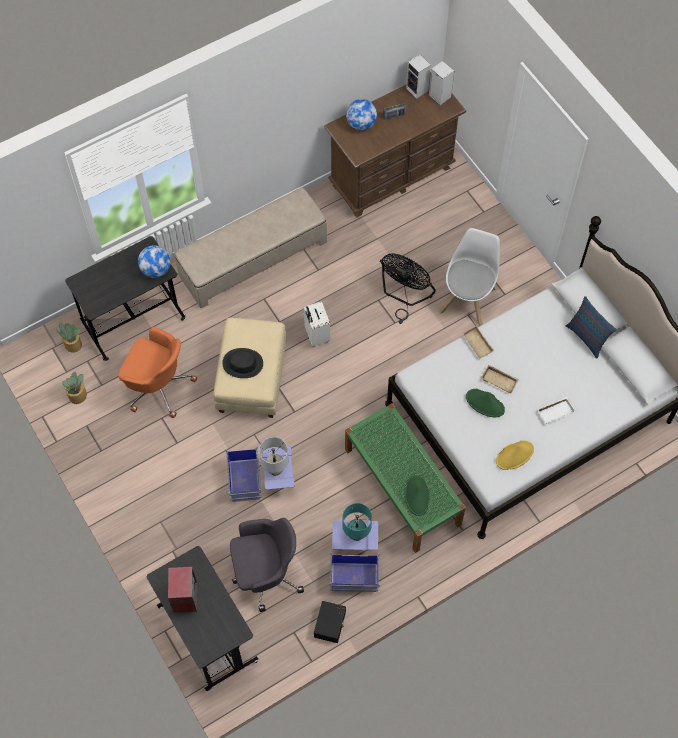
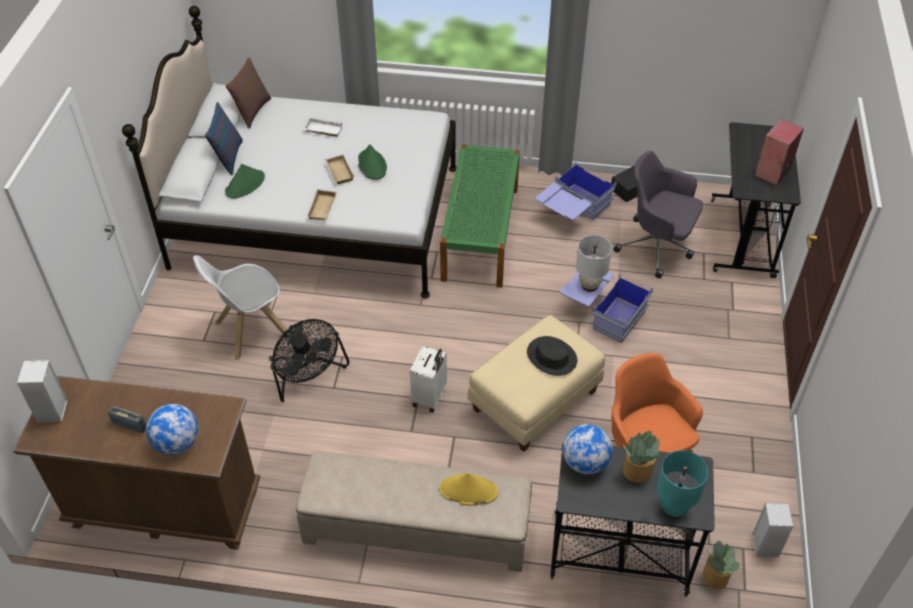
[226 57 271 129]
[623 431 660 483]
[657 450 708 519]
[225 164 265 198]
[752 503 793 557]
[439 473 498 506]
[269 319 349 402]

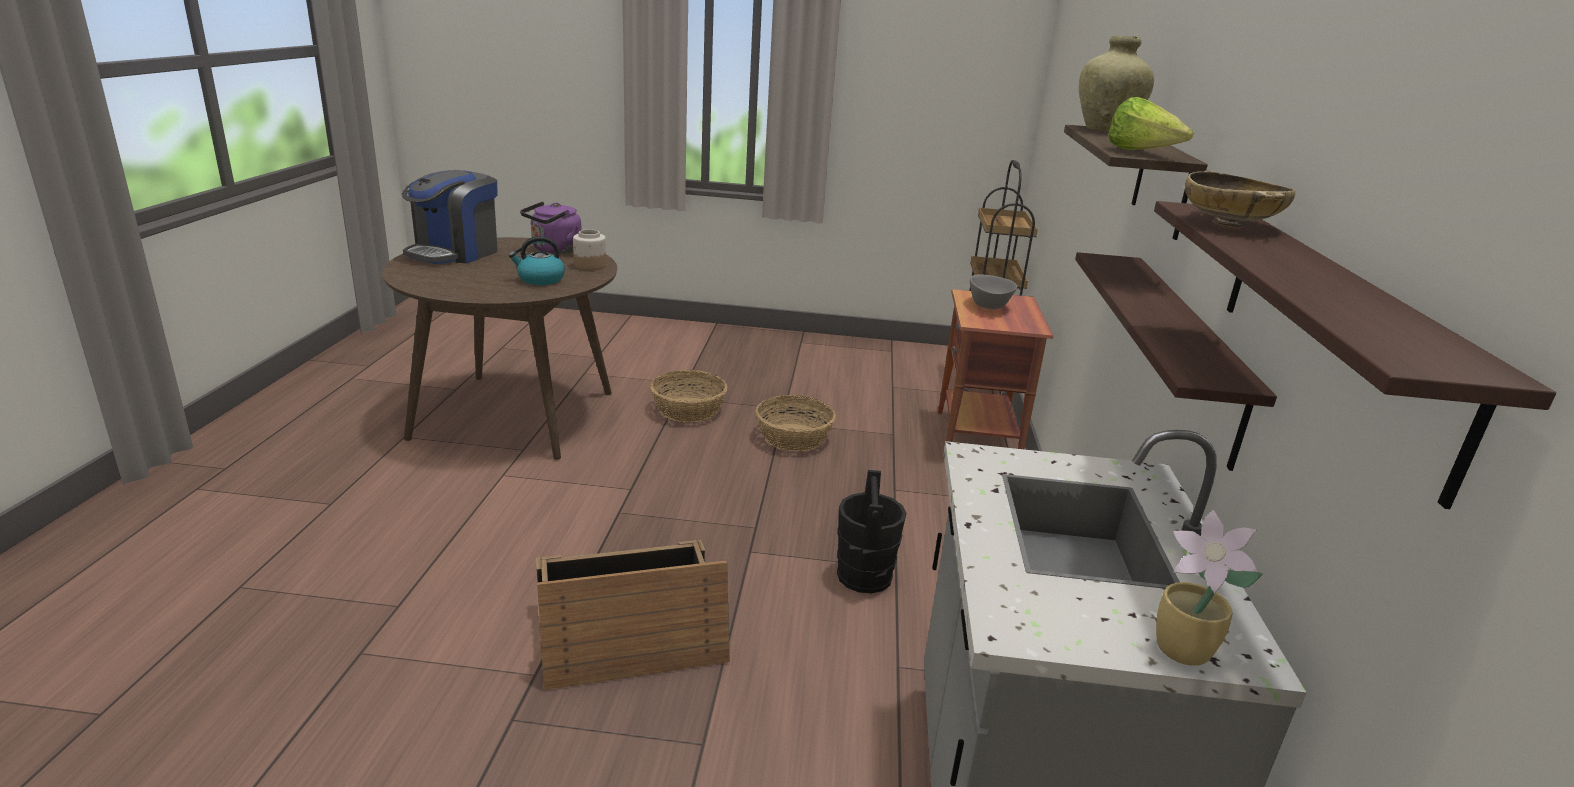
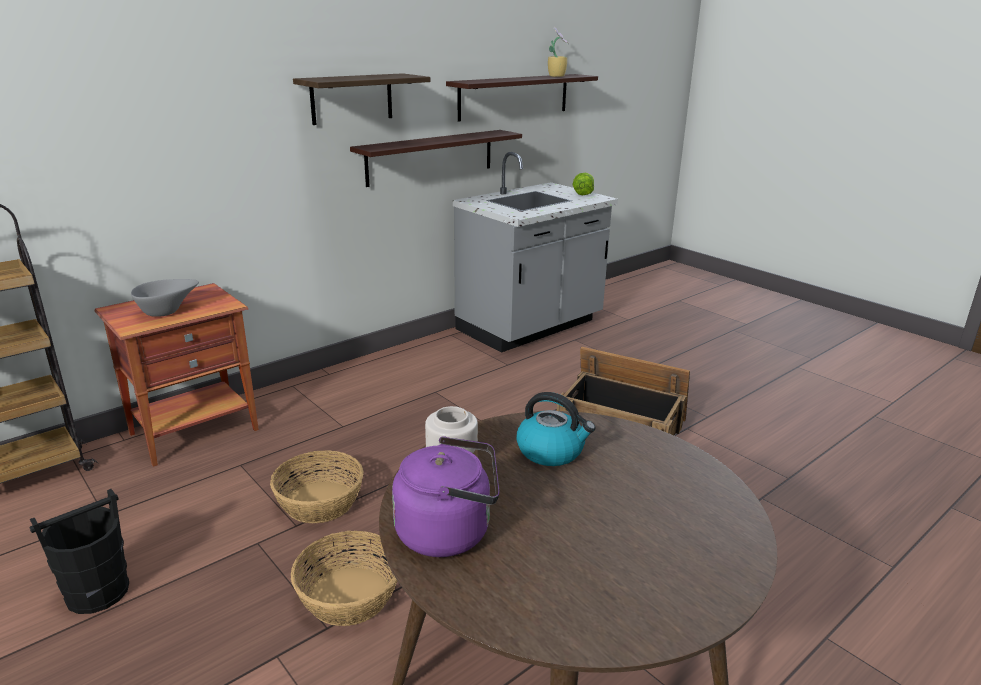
[402 170 498 264] (first image)
[1079 35 1154 132] (first image)
[1185 170 1295 227] (first image)
[30 489 129 614]
[572 173 594 195]
[548 28 569 77]

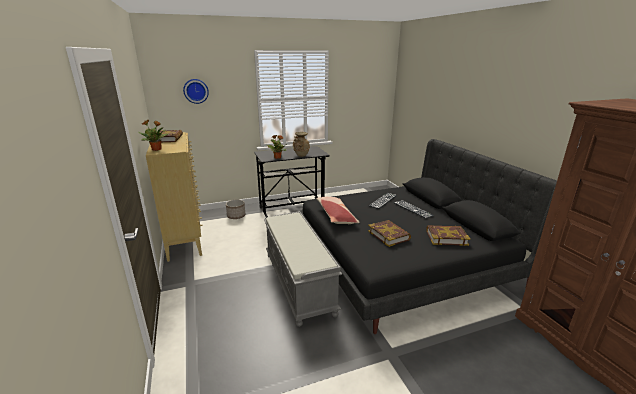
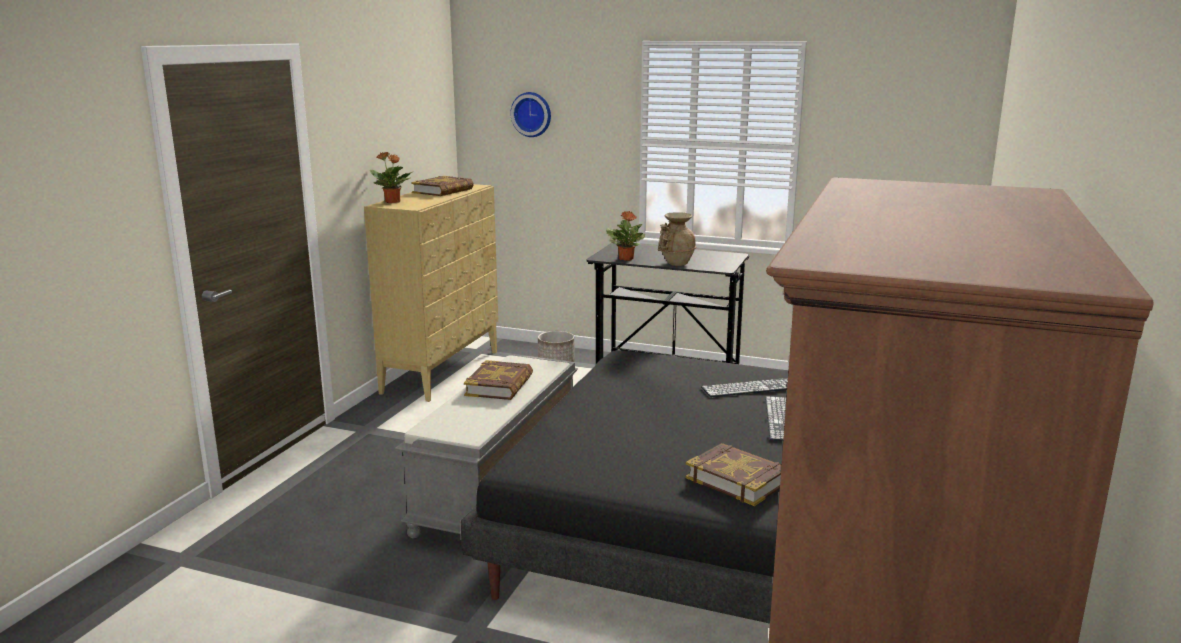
[316 197 360 224] (first image)
[464 360 533 400]

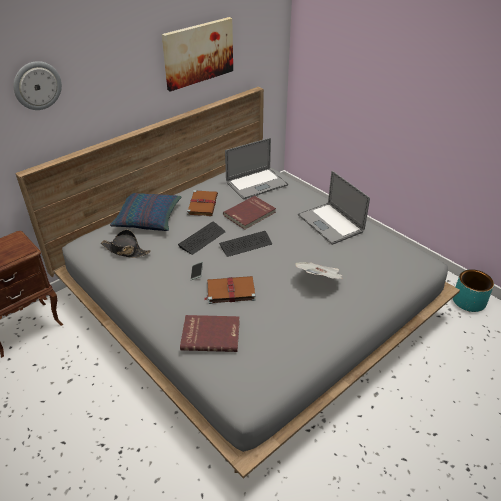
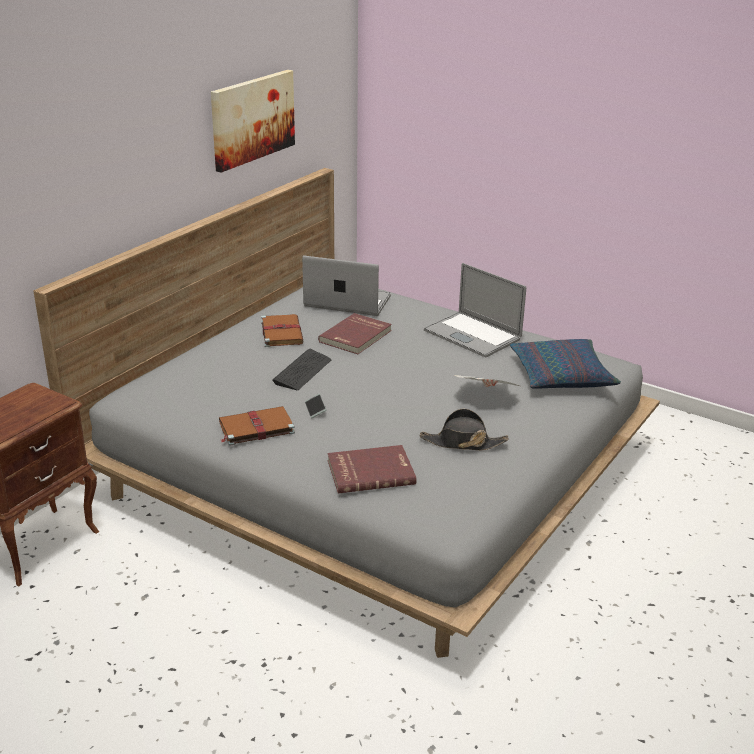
[14 61 62 110] (first image)
[219 231 272 257] (first image)
[453 269 494 312] (first image)
[420 409 509 450]
[510 339 621 389]
[219 406 295 446]
[302 255 391 316]

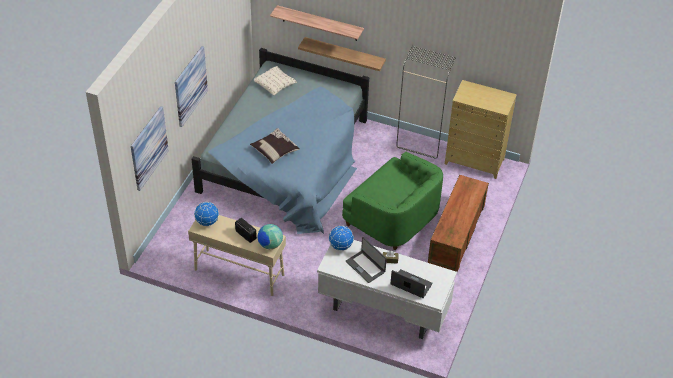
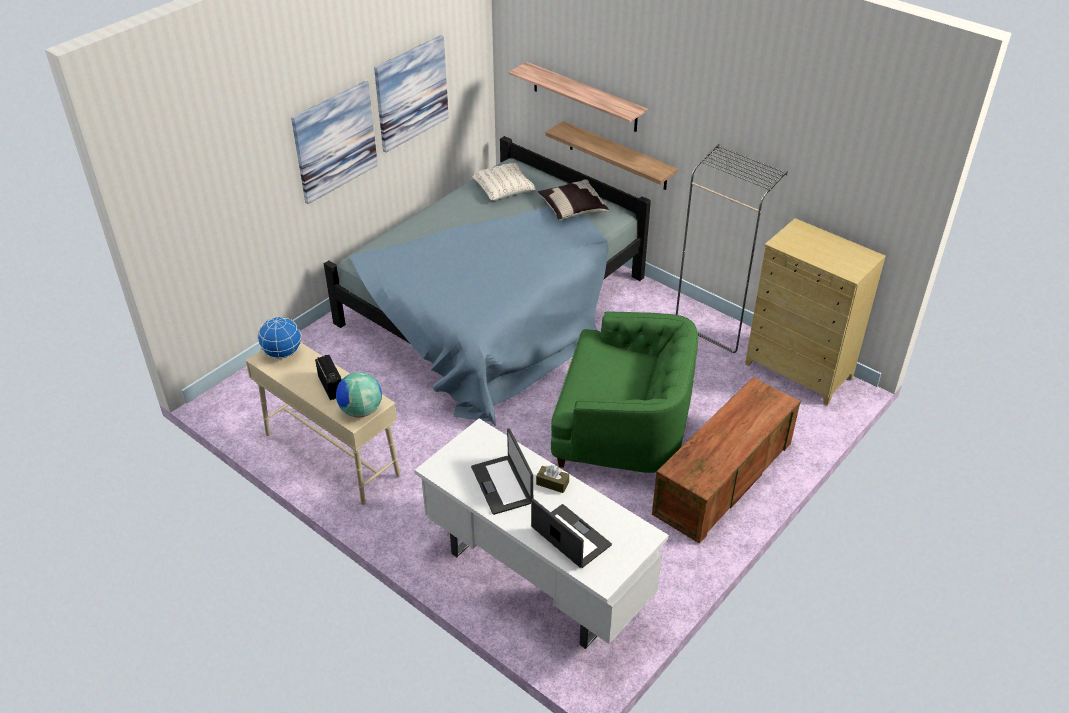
[329 226 354 251] (first image)
[374 35 449 153]
[538 179 609 220]
[551 311 698 473]

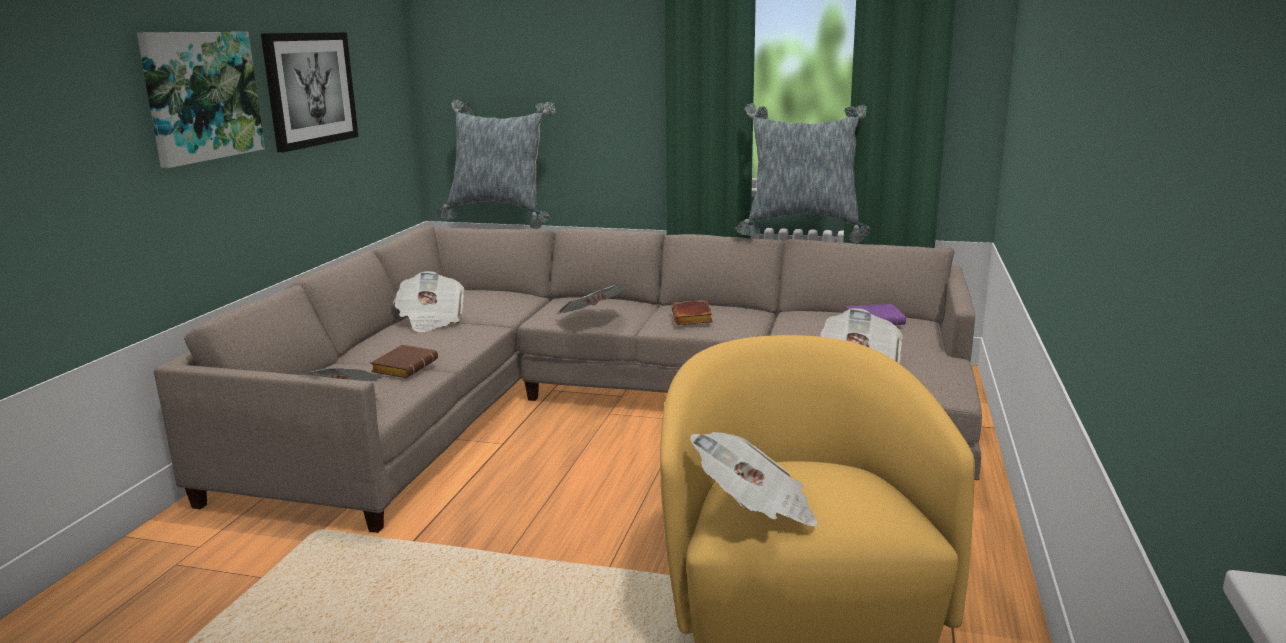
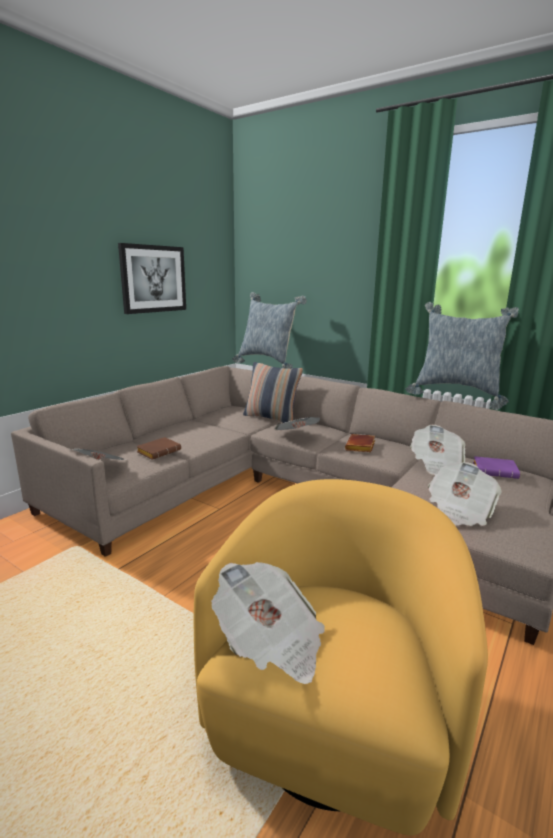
[137 32 265 168] (first image)
[243 362 303 423]
[410 425 466 475]

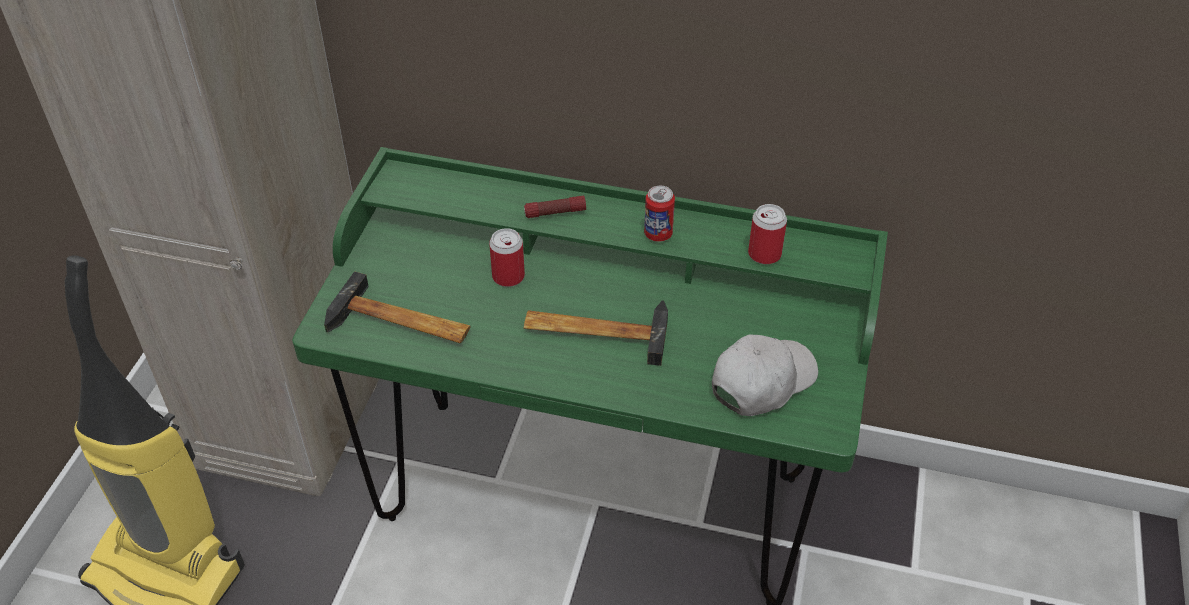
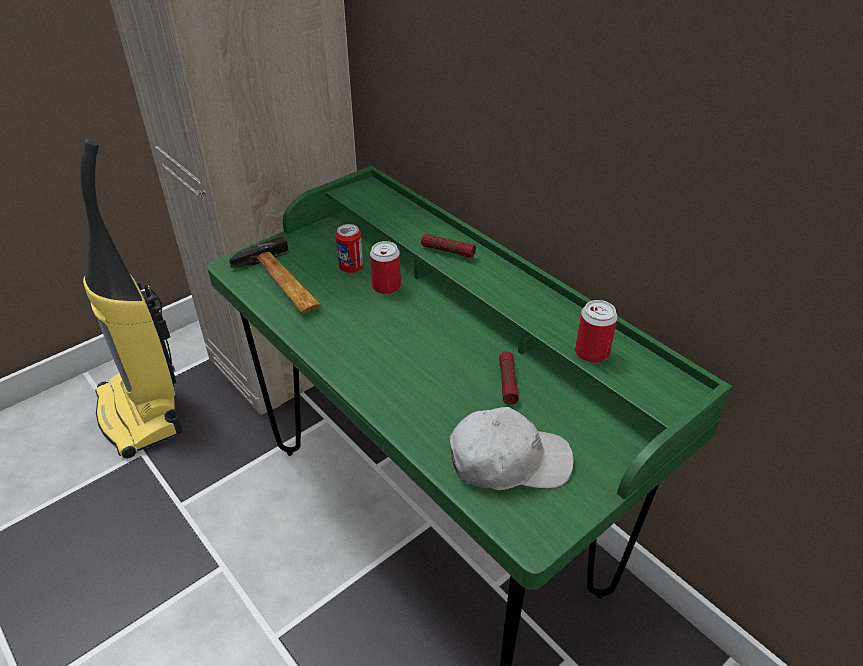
[524 301 668 366] (first image)
[499 351 519 404]
[336 224 363 273]

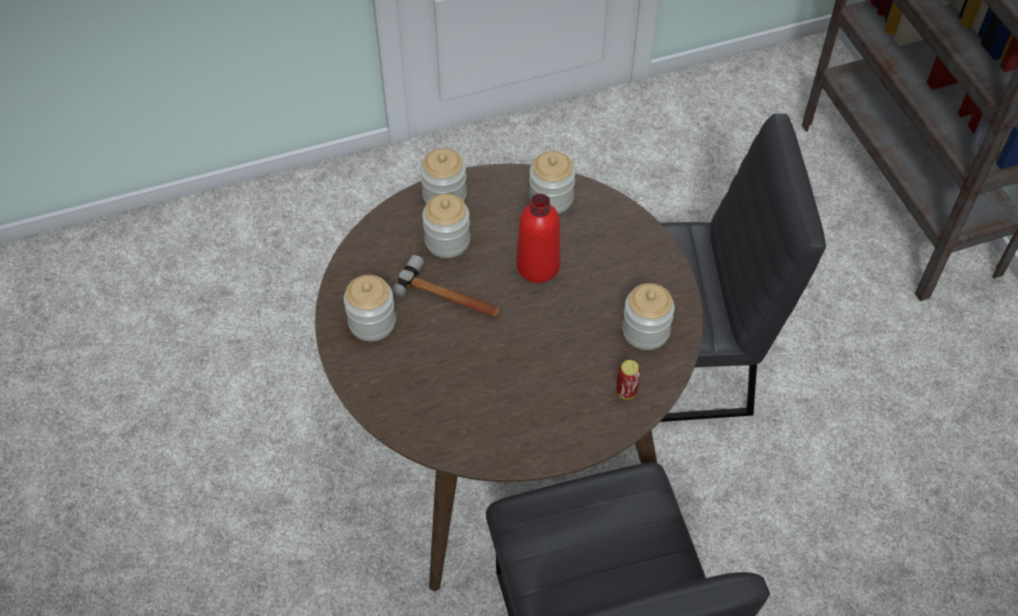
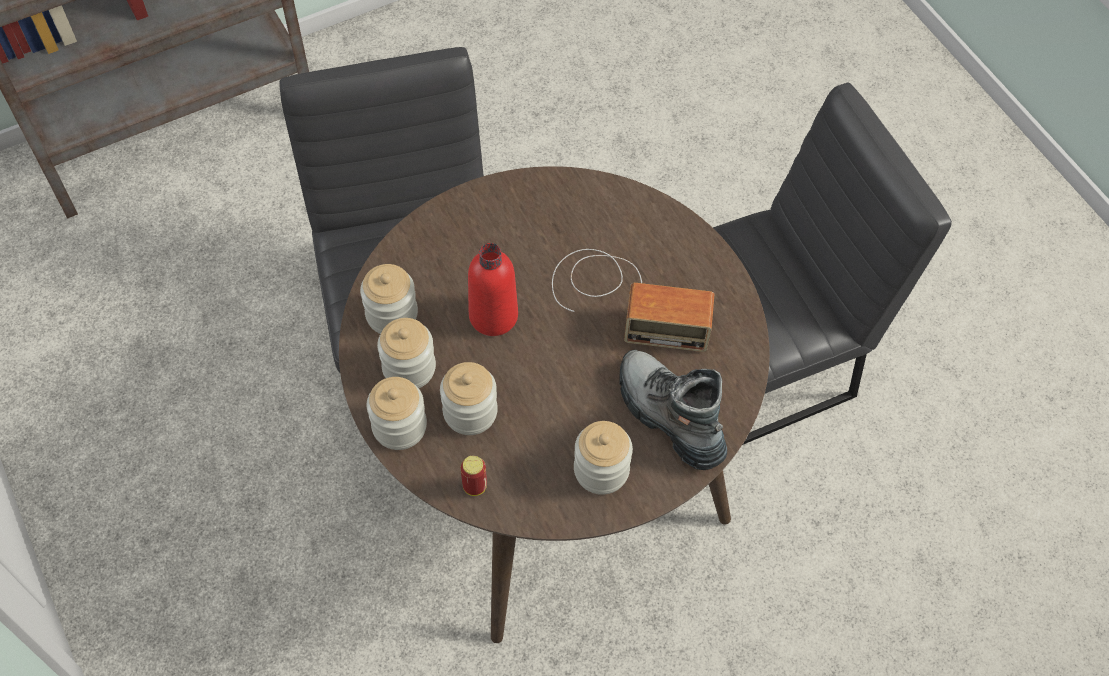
[393 255 501 317] (first image)
[552 249 714 352]
[619 350 727 470]
[461 456 487 496]
[377 318 436 388]

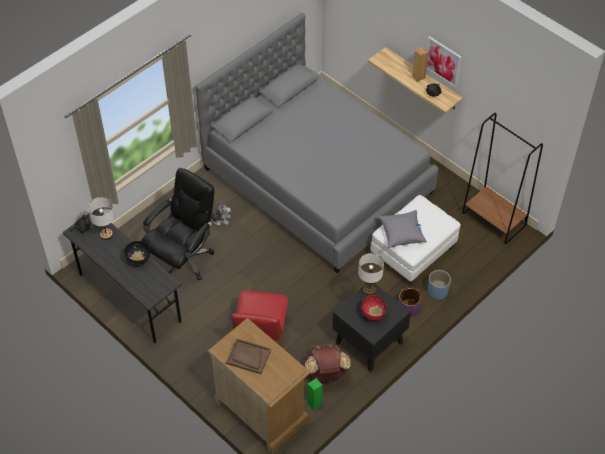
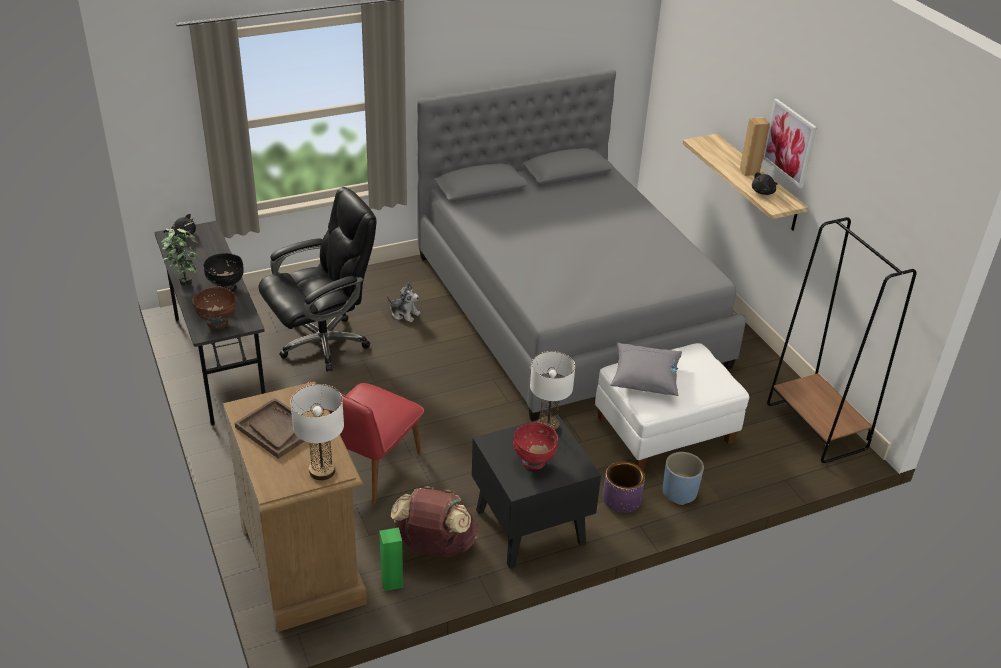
[161 222 199 286]
[193 287 237 329]
[290 384 344 480]

